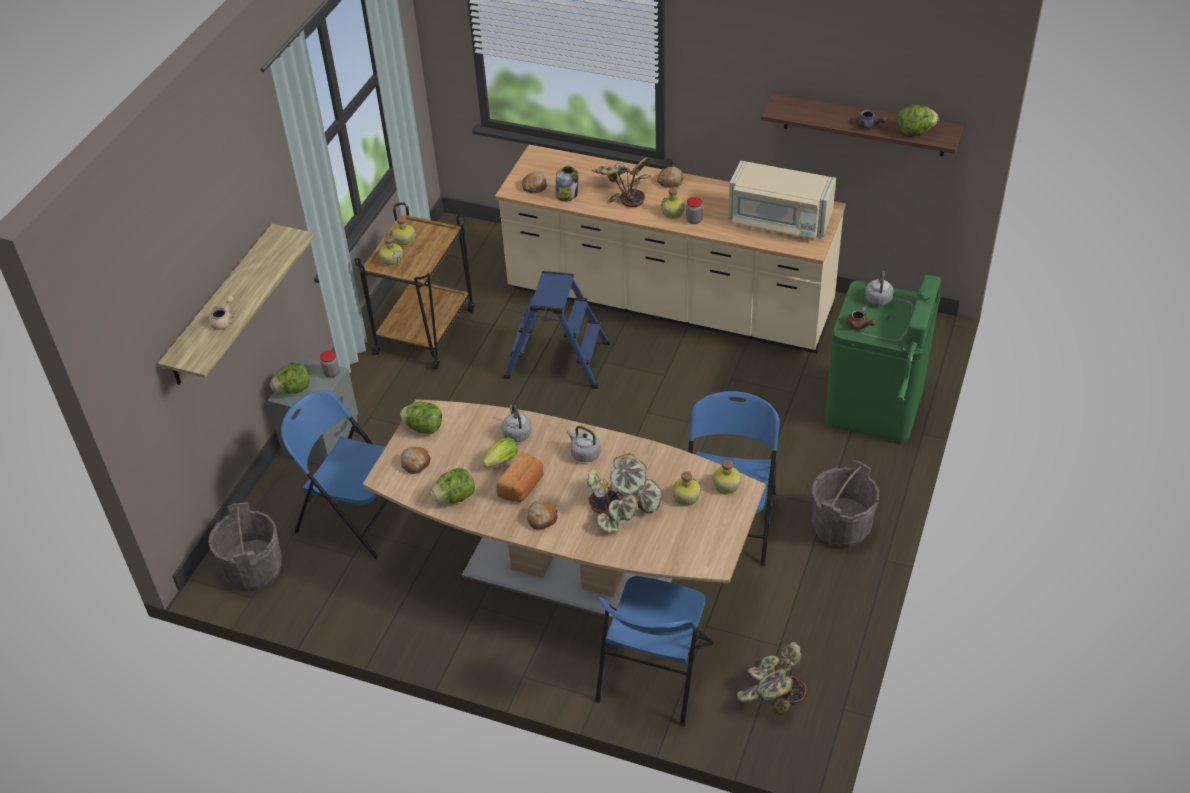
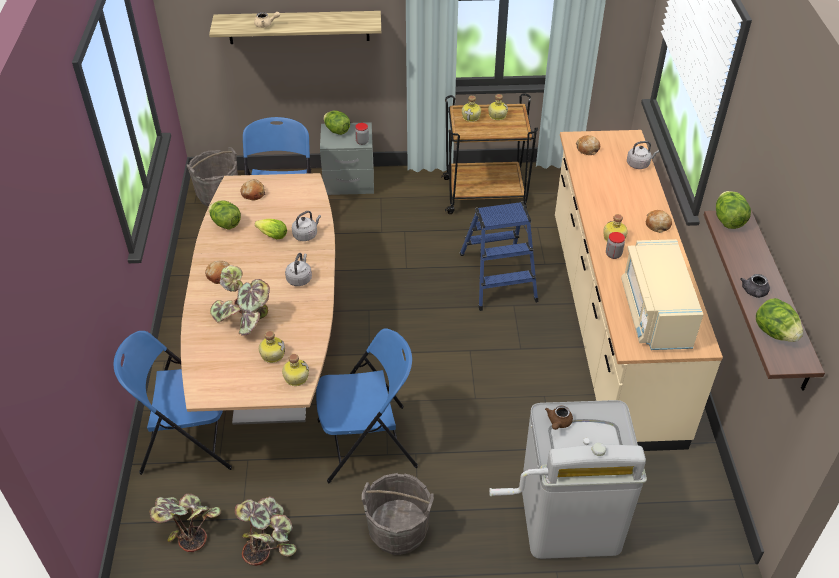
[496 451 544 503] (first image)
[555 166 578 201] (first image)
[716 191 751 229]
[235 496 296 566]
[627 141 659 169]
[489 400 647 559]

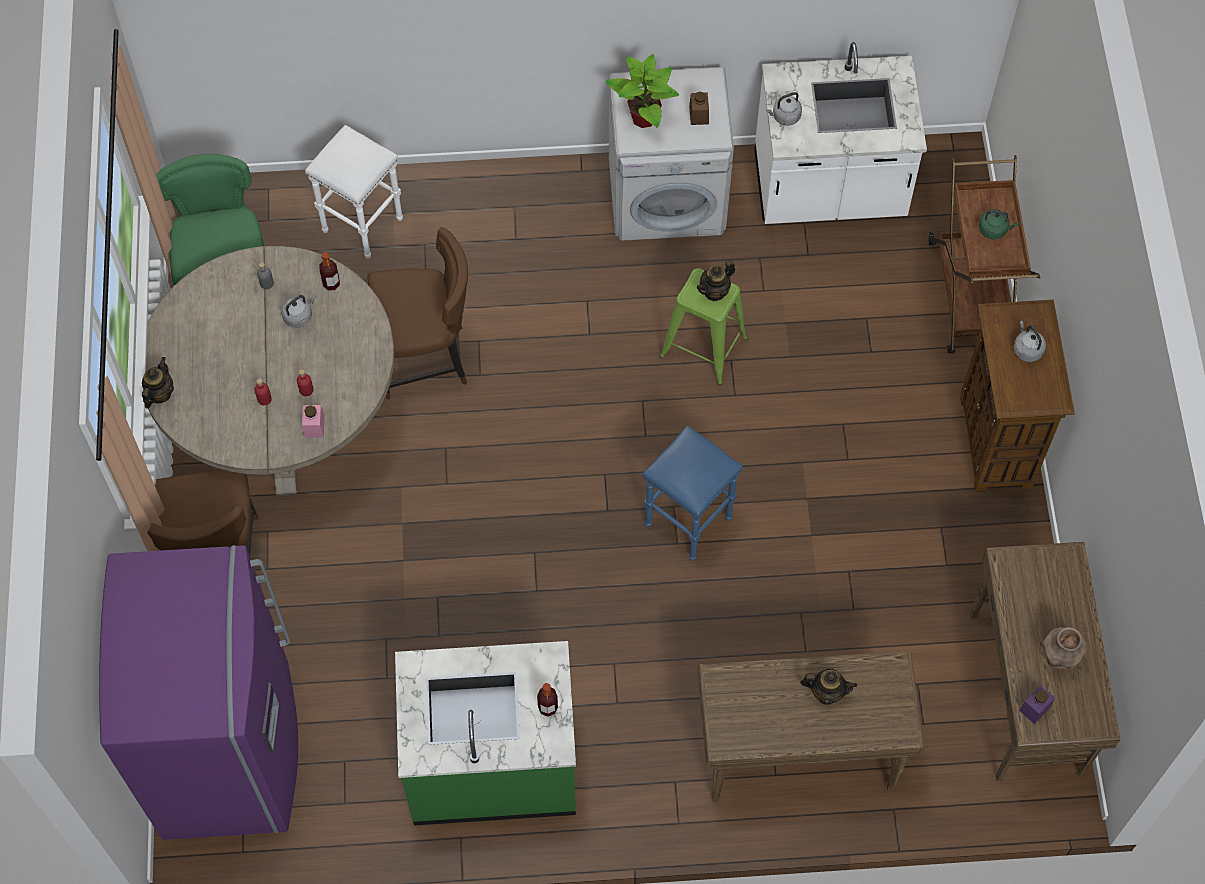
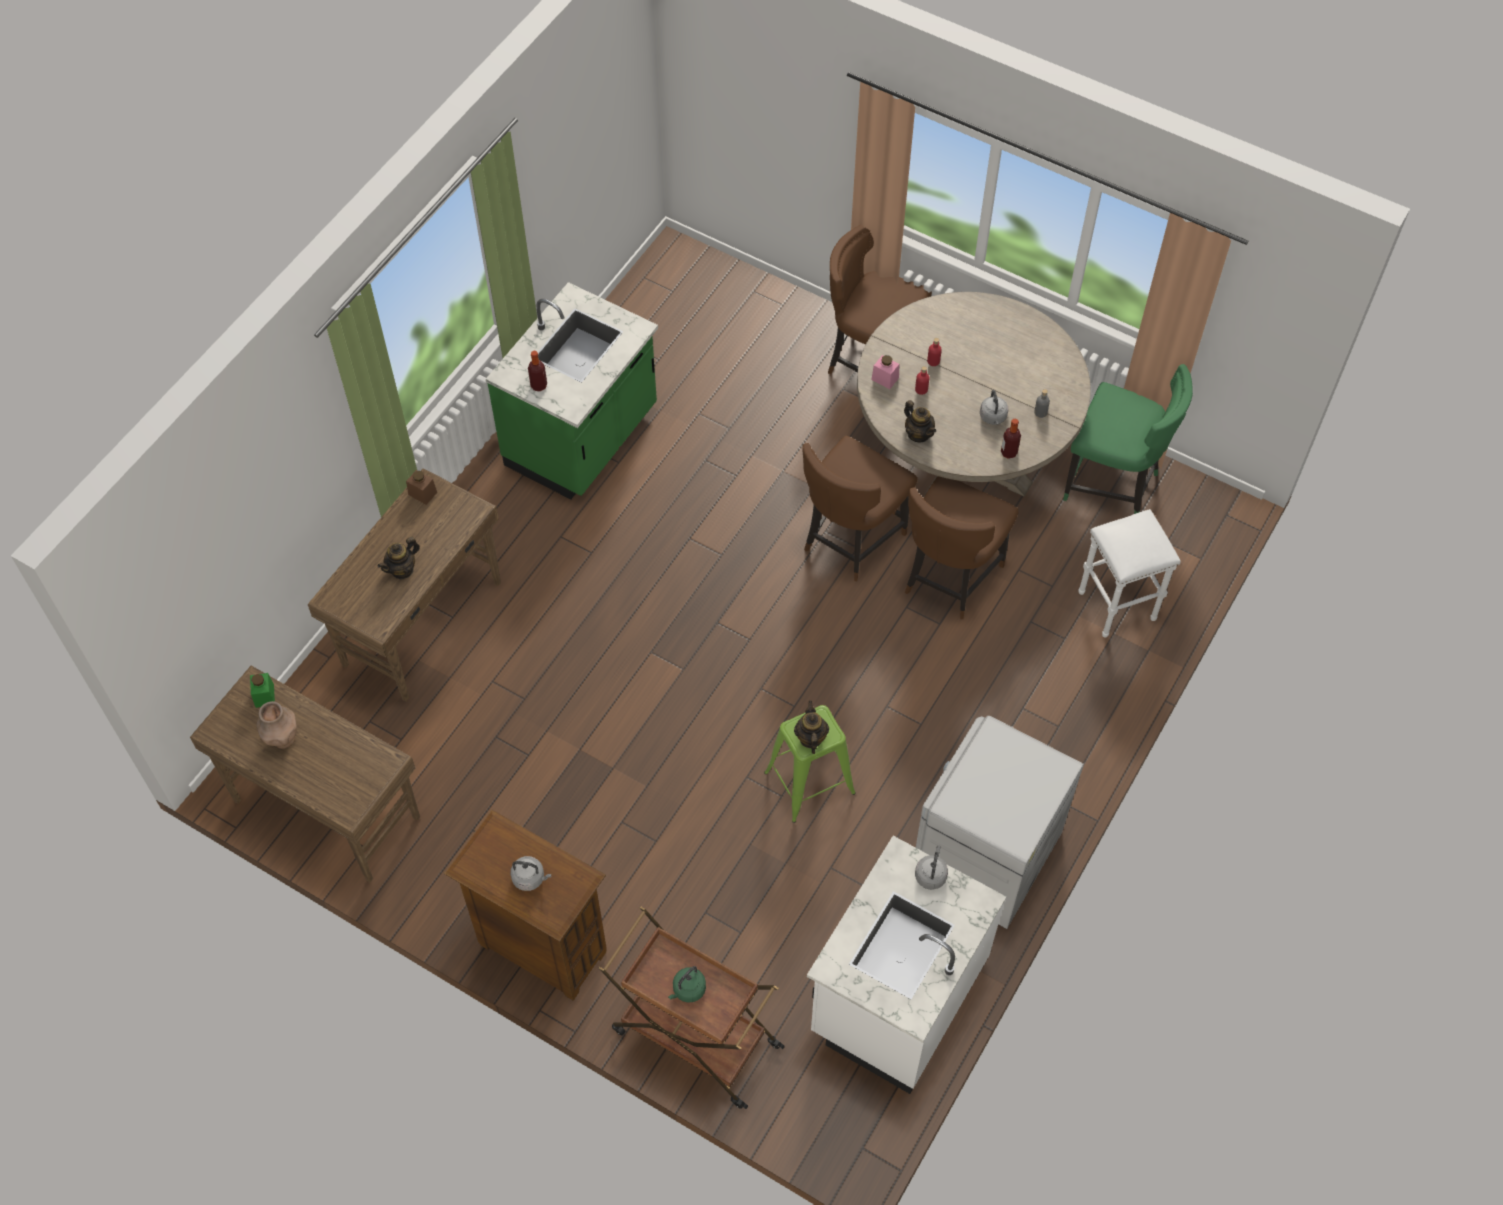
[99 545 298 840] (first image)
[605 54 679 128] (first image)
[643 426 743 561] (first image)
[802 436 917 581]
[904 400 936 442]
[406 470 437 505]
[250 673 275 708]

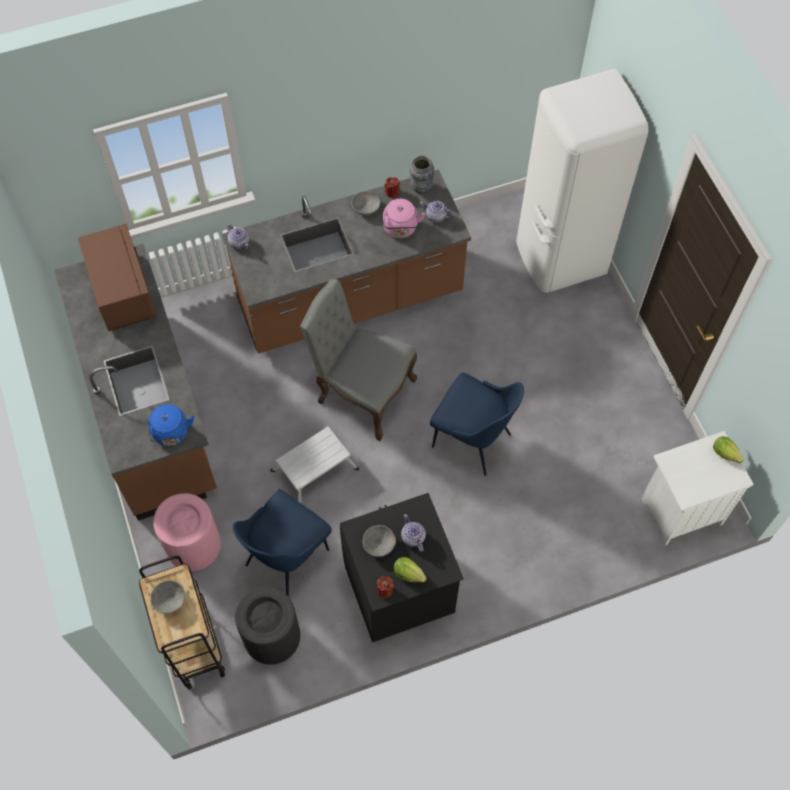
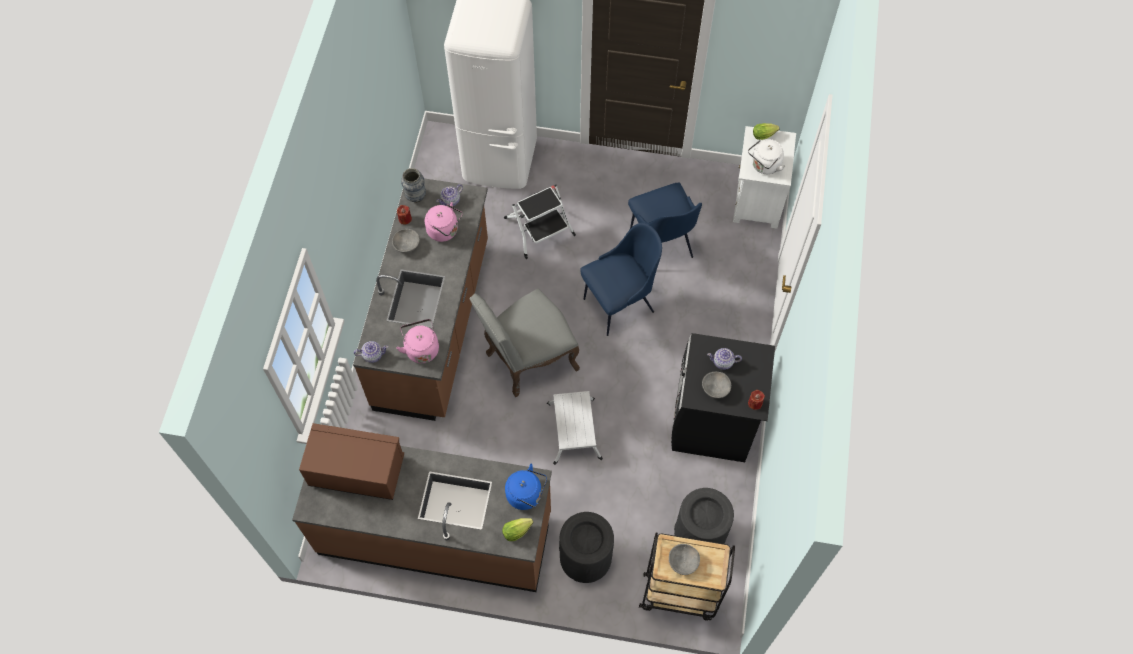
[396 319 439 363]
[504 185 576 259]
[748 139 785 174]
[628 183 702 258]
[502 518 533 541]
[559 512 614 583]

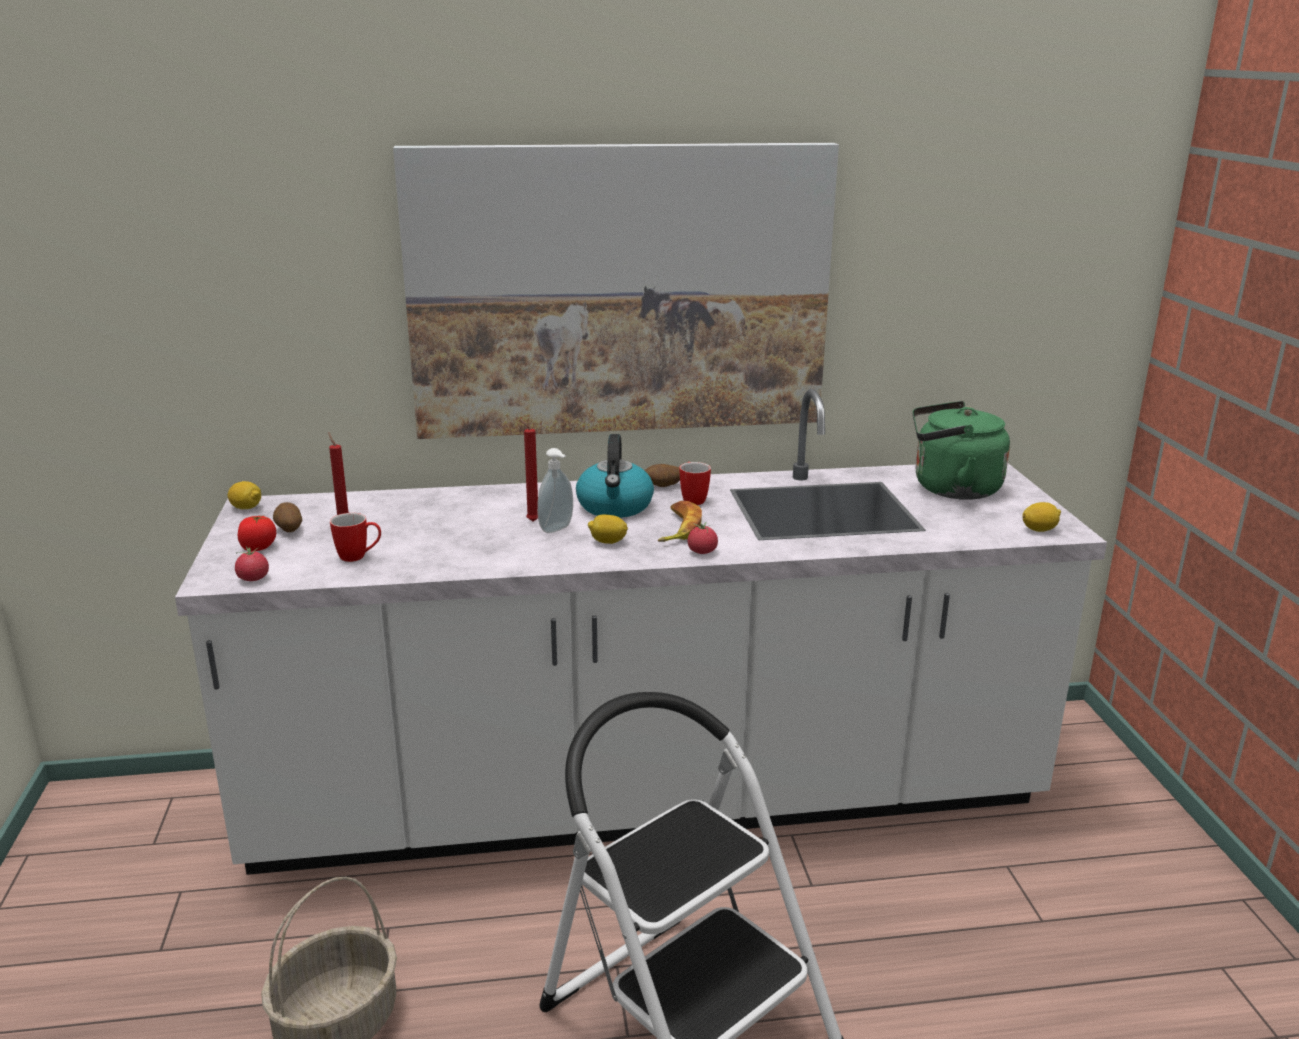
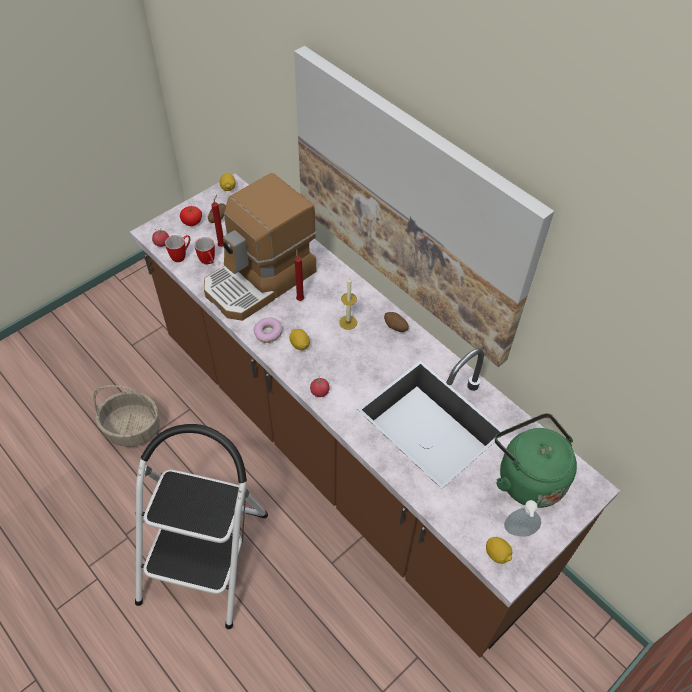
[658 501 702 542] (first image)
[204 173 316 321]
[254 317 282 343]
[504 500 541 537]
[165 235 190 262]
[339 277 357 330]
[130 173 620 657]

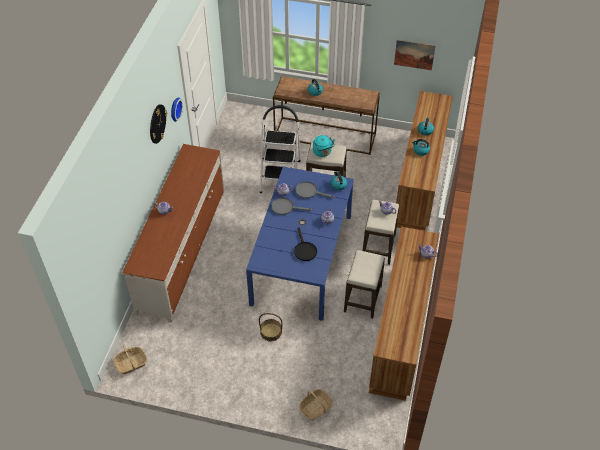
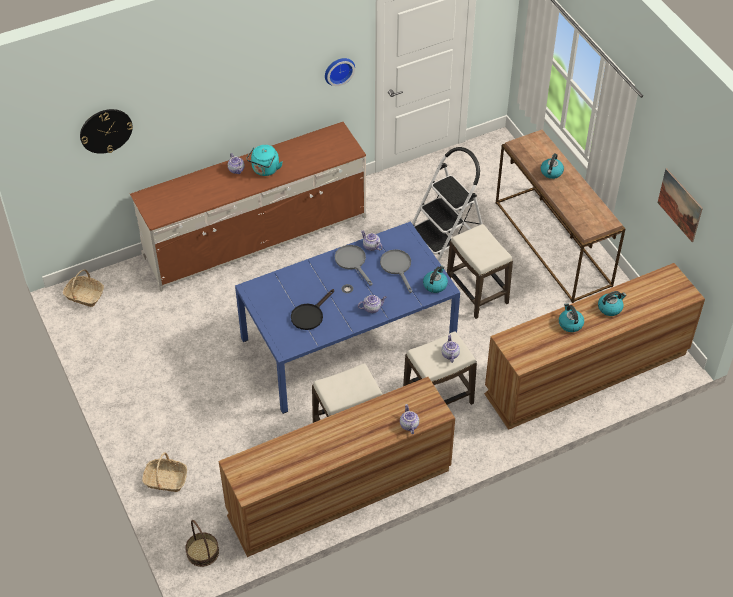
[80 109 133 154]
[185 520 219 567]
[246 145 282 176]

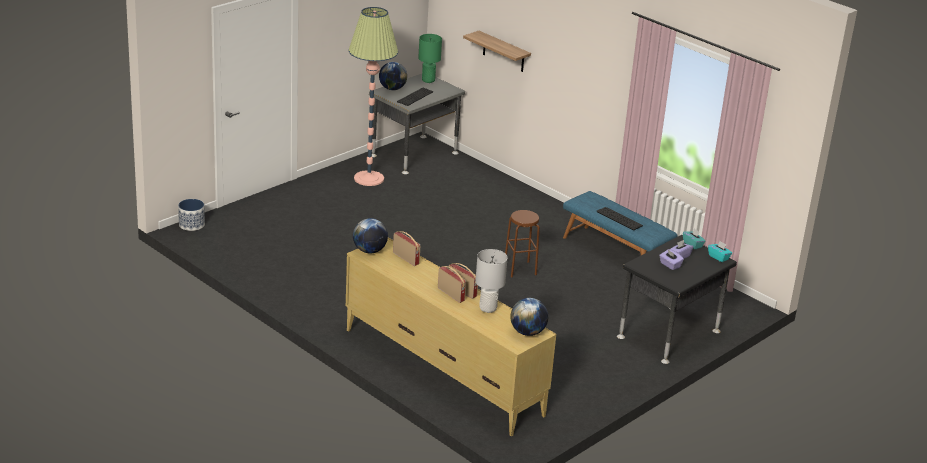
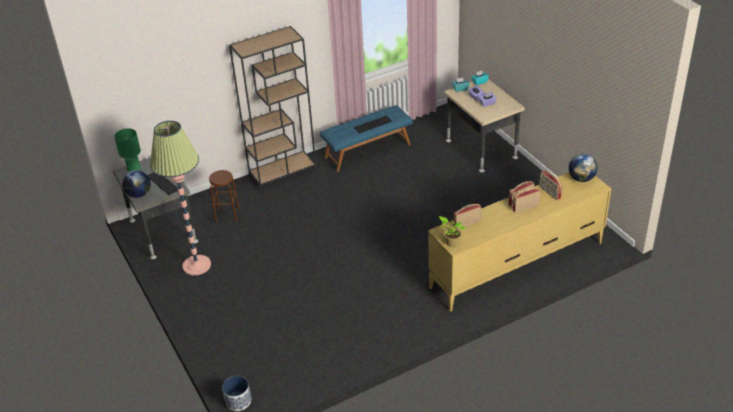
[463 31 531 72] (first image)
[229 26 317 190]
[209 170 240 223]
[439 216 466 247]
[539 171 562 200]
[444 79 525 172]

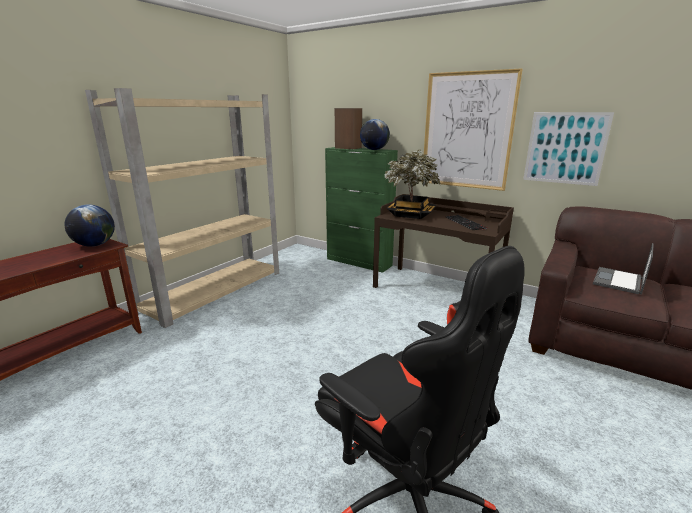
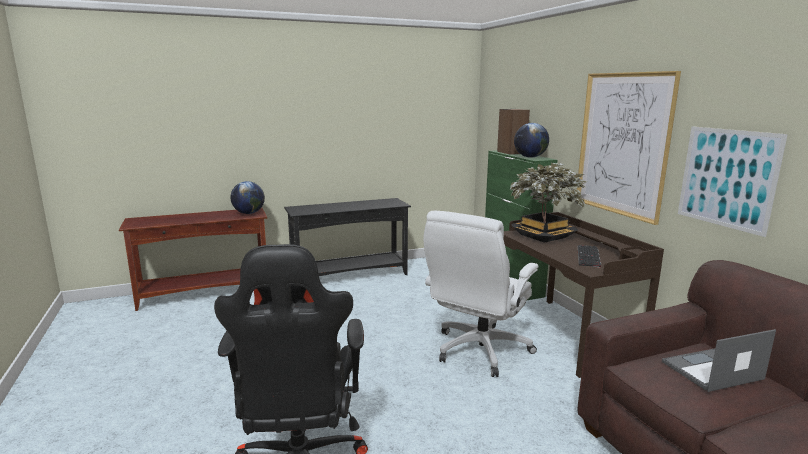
[423 211 538 377]
[284 198 411 276]

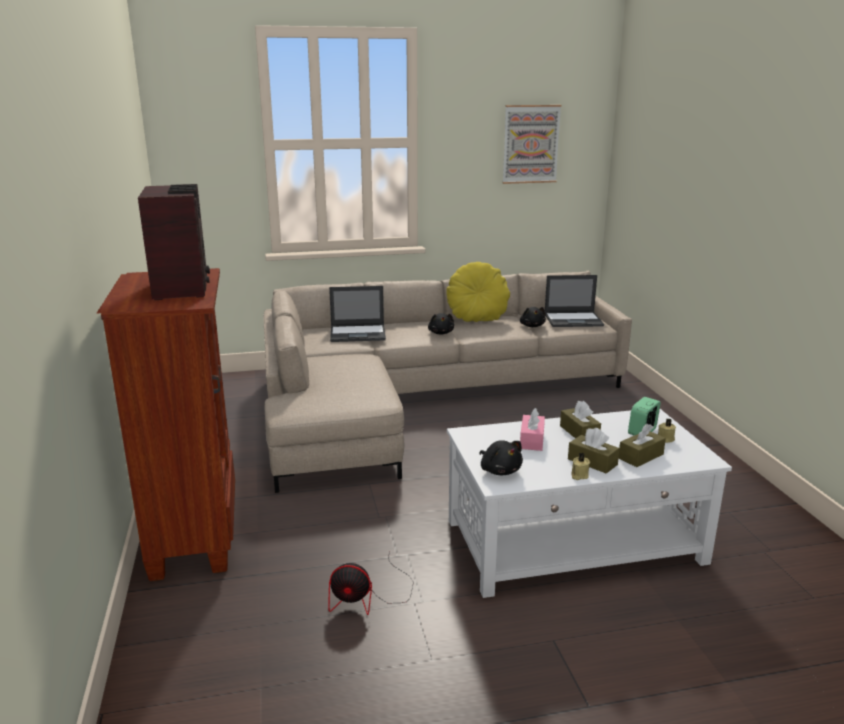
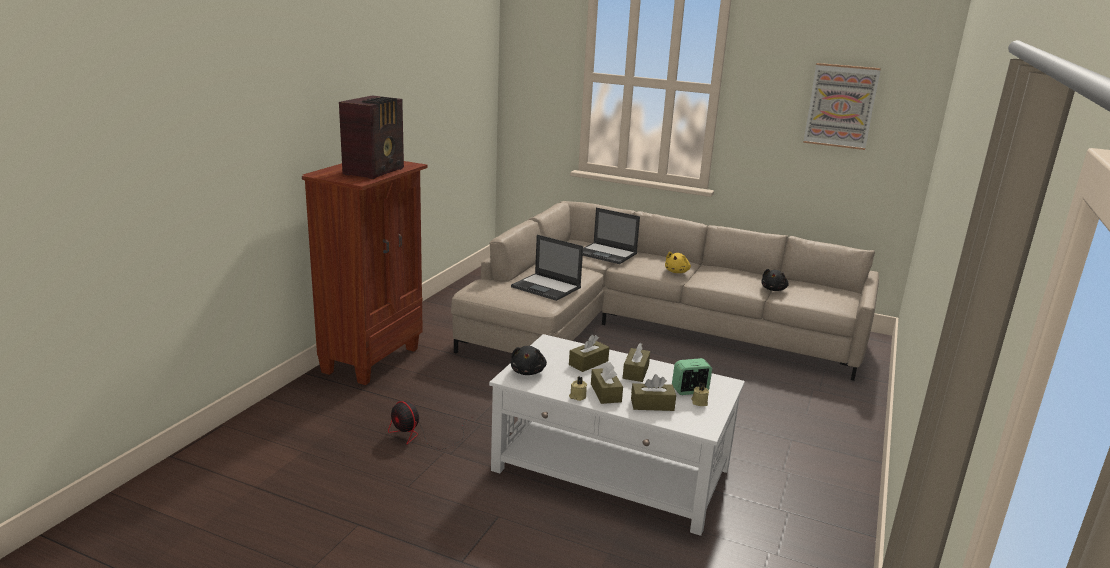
[446 262 510 322] (first image)
[511 235 583 301]
[665 252 691 273]
[569 335 609 372]

